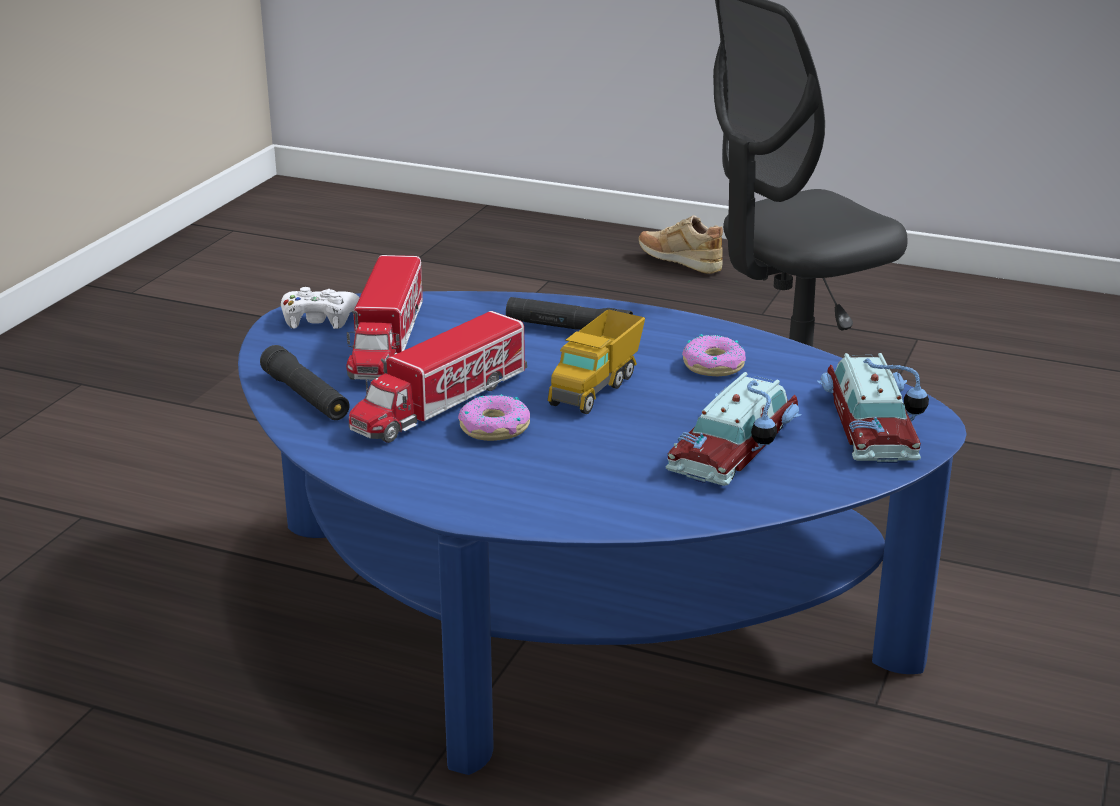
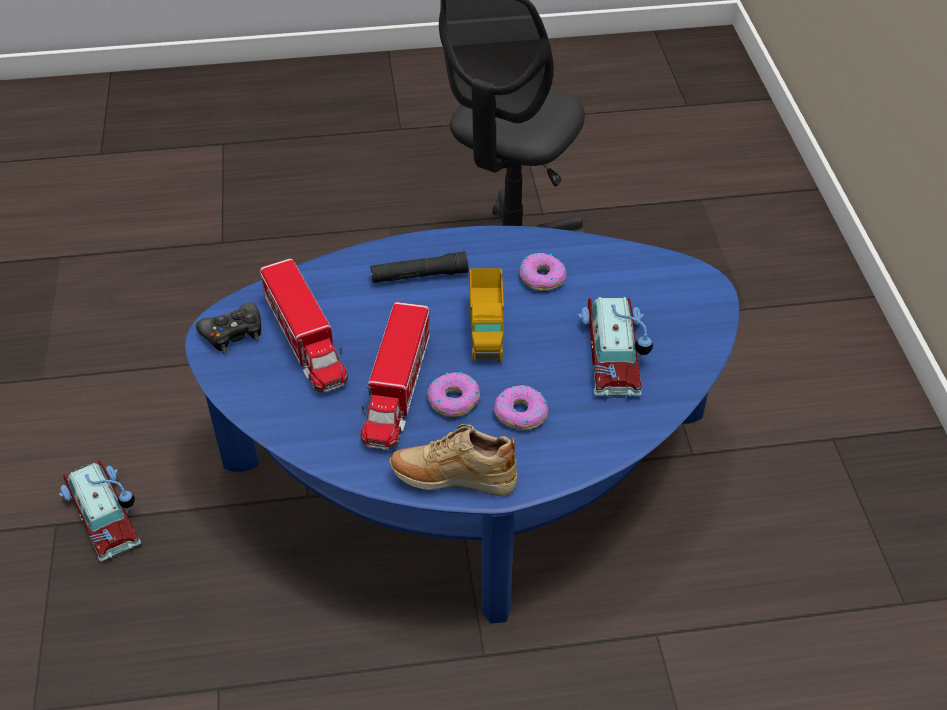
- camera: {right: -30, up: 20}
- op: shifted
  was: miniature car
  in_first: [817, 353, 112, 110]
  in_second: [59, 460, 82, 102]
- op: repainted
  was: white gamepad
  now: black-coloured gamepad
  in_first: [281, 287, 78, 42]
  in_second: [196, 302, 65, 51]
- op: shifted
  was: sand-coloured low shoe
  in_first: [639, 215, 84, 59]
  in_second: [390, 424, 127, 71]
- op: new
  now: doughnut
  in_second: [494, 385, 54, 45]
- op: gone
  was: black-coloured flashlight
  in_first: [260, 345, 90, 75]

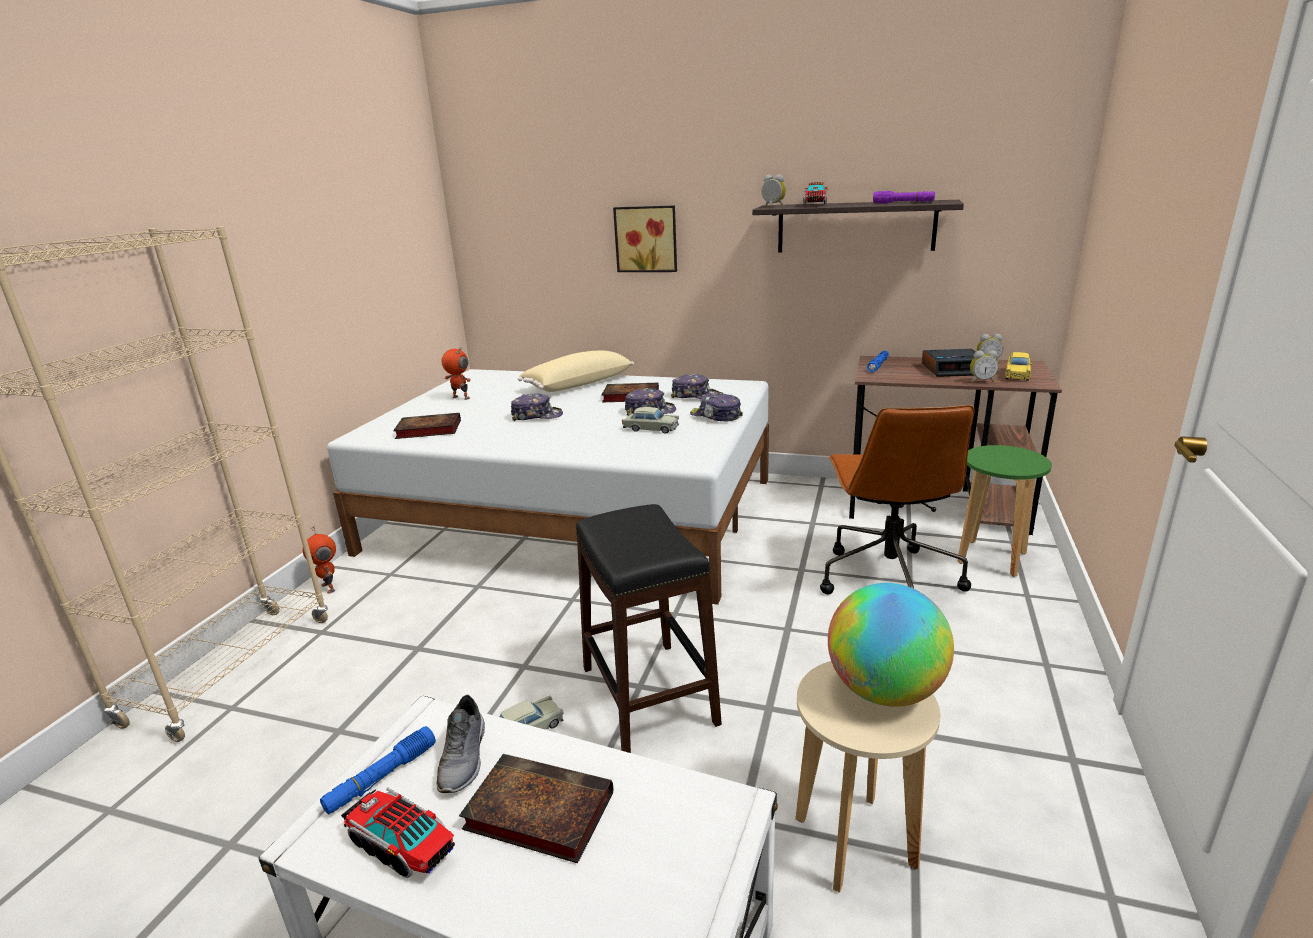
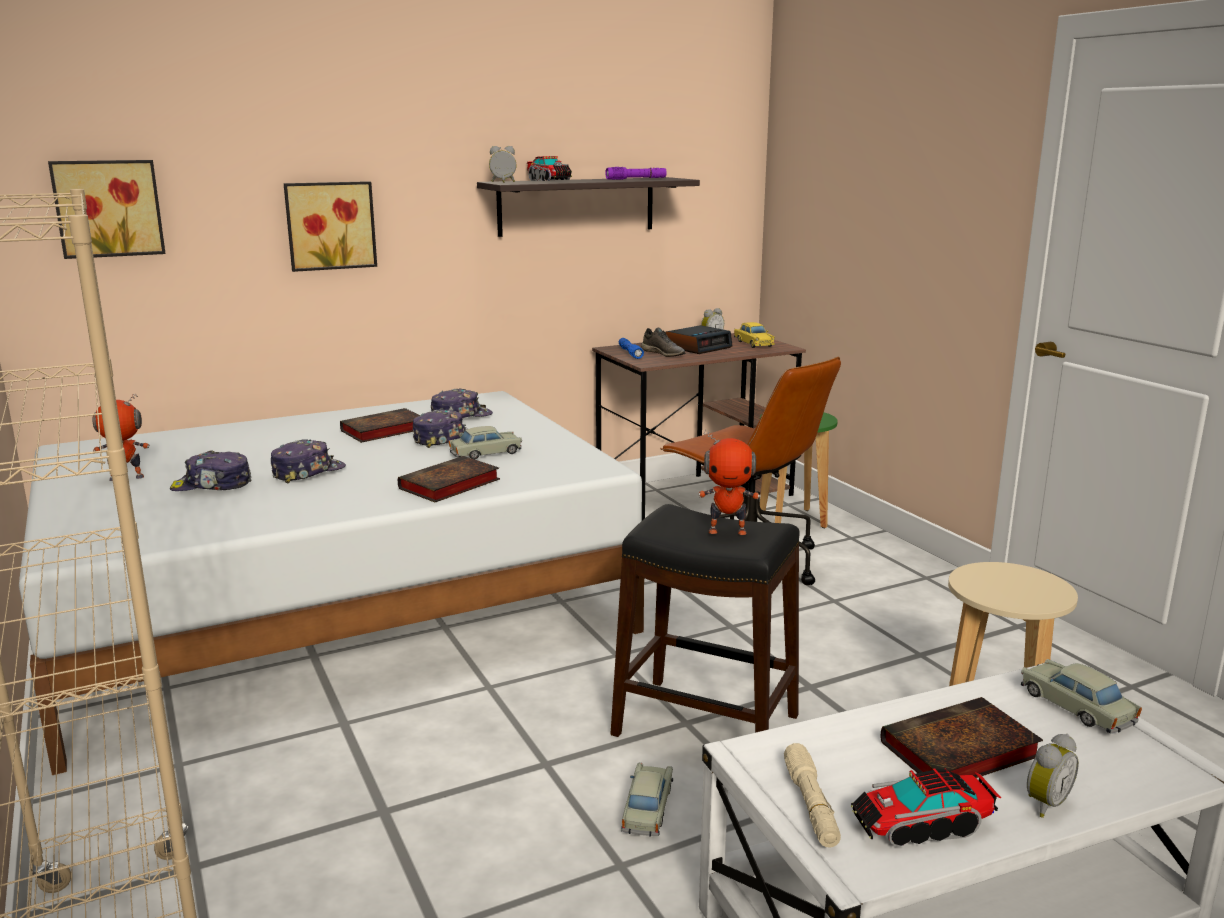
- camera: {right: -45, up: -5}
- op: new
  now: wall art
  in_second: [48, 160, 118, 99]
- op: shifted
  was: cap
  in_first: [690, 392, 53, 29]
  in_second: [170, 450, 81, 41]
- op: shifted
  was: book
  in_first: [393, 413, 68, 26]
  in_second: [398, 456, 102, 46]
- op: shifted
  was: grey low shoe
  in_first: [437, 695, 48, 98]
  in_second: [641, 328, 45, 29]
- op: shifted
  was: robot figure
  in_first: [303, 527, 33, 66]
  in_second: [698, 429, 62, 106]
- op: repainted
  was: blue-coloured flashlight
  now: sand-coloured flashlight
  in_first: [320, 726, 116, 88]
  in_second: [784, 743, 57, 104]
- op: new
  now: sand-coloured miniature car
  in_second: [1021, 659, 121, 75]
- op: shifted
  was: alarm clock
  in_first: [970, 350, 29, 32]
  in_second: [1027, 734, 52, 84]
- op: gone
  was: sand-coloured cushion
  in_first: [518, 350, 116, 42]
- op: gone
  was: globe
  in_first: [828, 583, 126, 124]

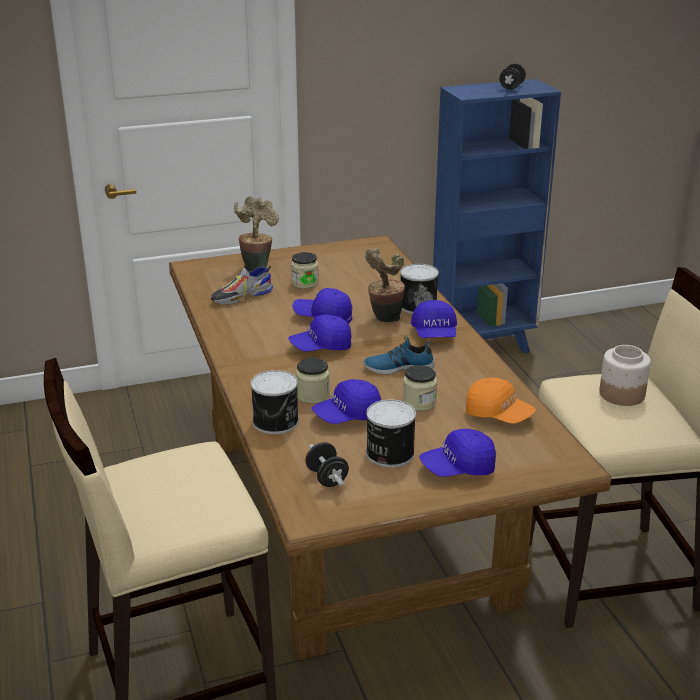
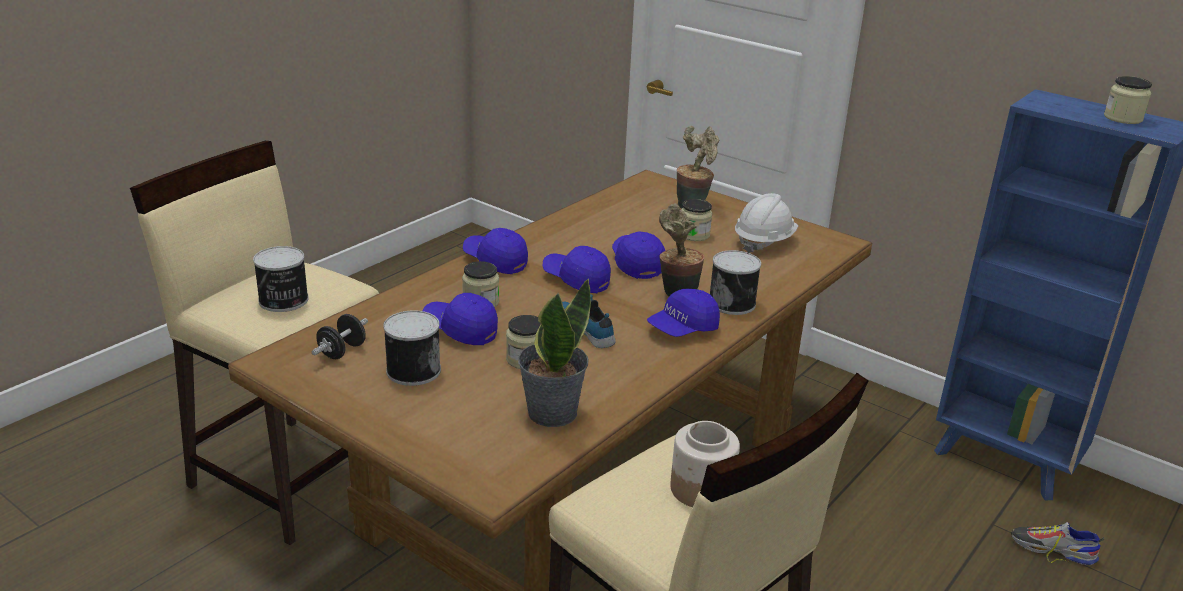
- camera: {right: 55, up: 0}
- op: shifted
  was: metal can
  in_first: [251, 370, 48, 64]
  in_second: [253, 246, 56, 66]
- op: shifted
  was: blue-coloured cap
  in_first: [419, 429, 77, 48]
  in_second: [463, 228, 65, 46]
- op: swapped
  was: orange-coloured cap
  now: plant in a pot
  in_first: [466, 378, 70, 46]
  in_second: [518, 278, 73, 149]
- op: new
  now: white work helmet
  in_second: [735, 193, 63, 60]
- op: shifted
  was: low shoe
  in_first: [211, 266, 62, 38]
  in_second: [1011, 522, 93, 43]
- op: swapped
  was: black-coloured dumbbell
  now: preserve jar
  in_first: [500, 63, 26, 27]
  in_second: [1104, 76, 48, 48]

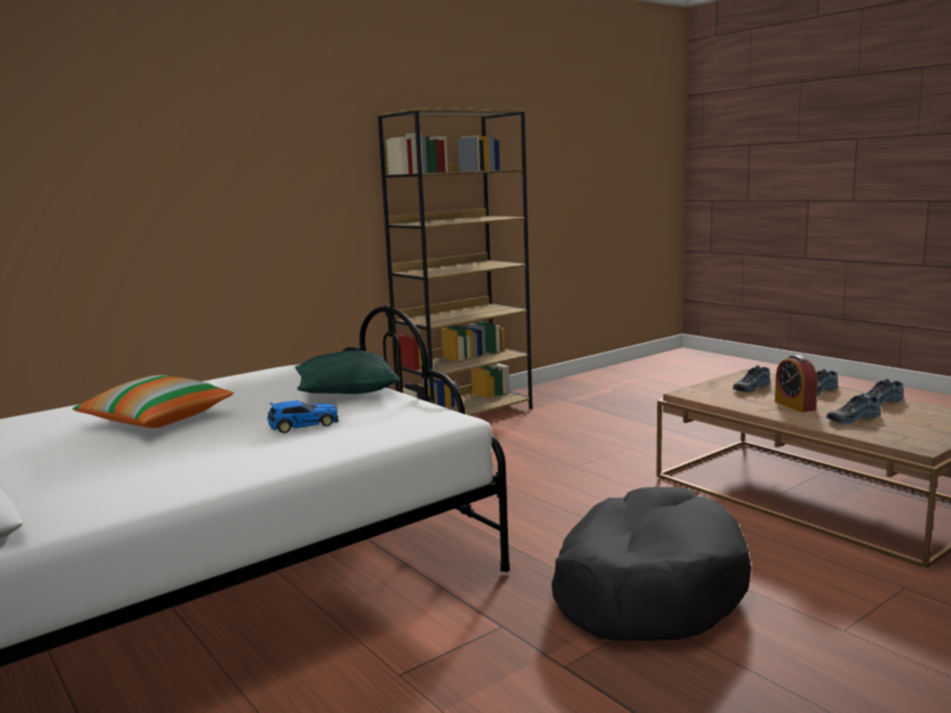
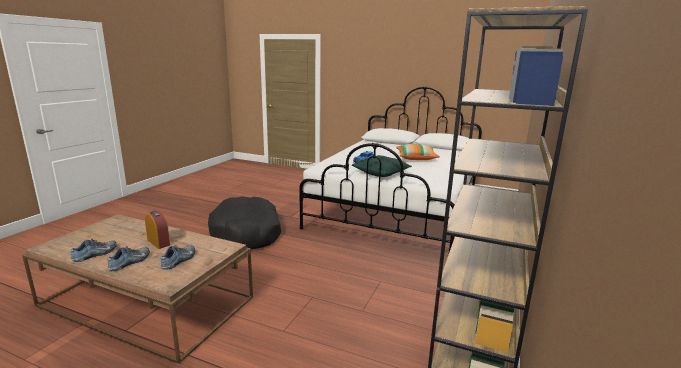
- camera: {right: 150, up: 5}
- op: gone
  was: low shoe
  in_first: [827, 393, 54, 31]

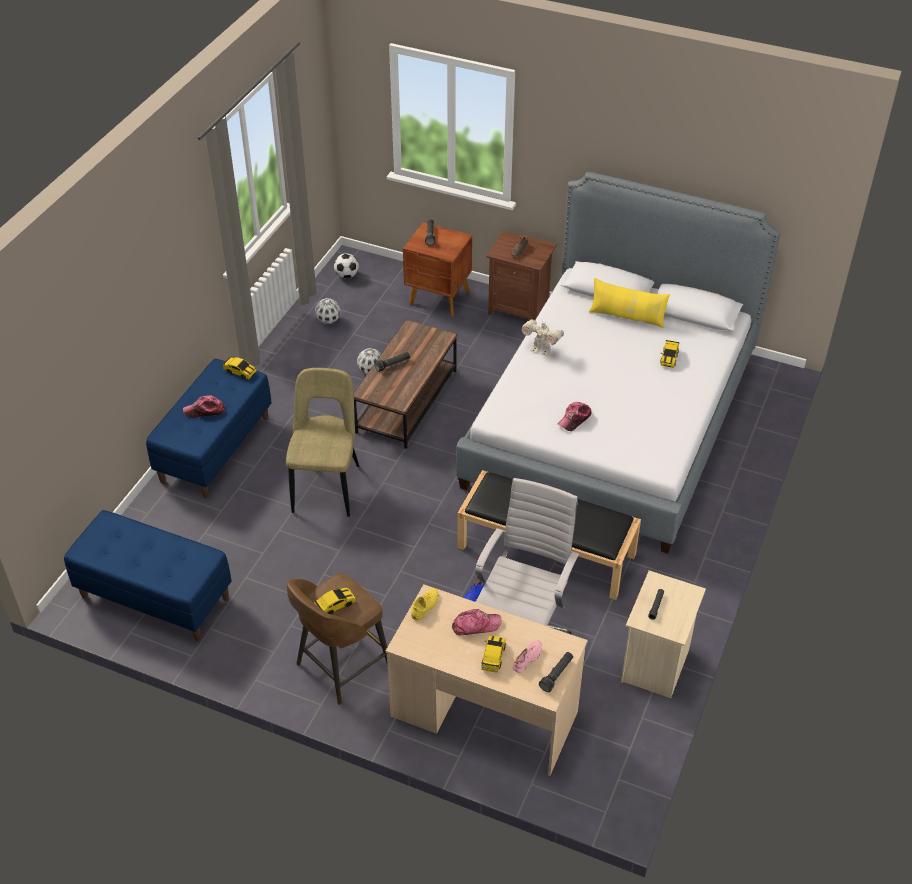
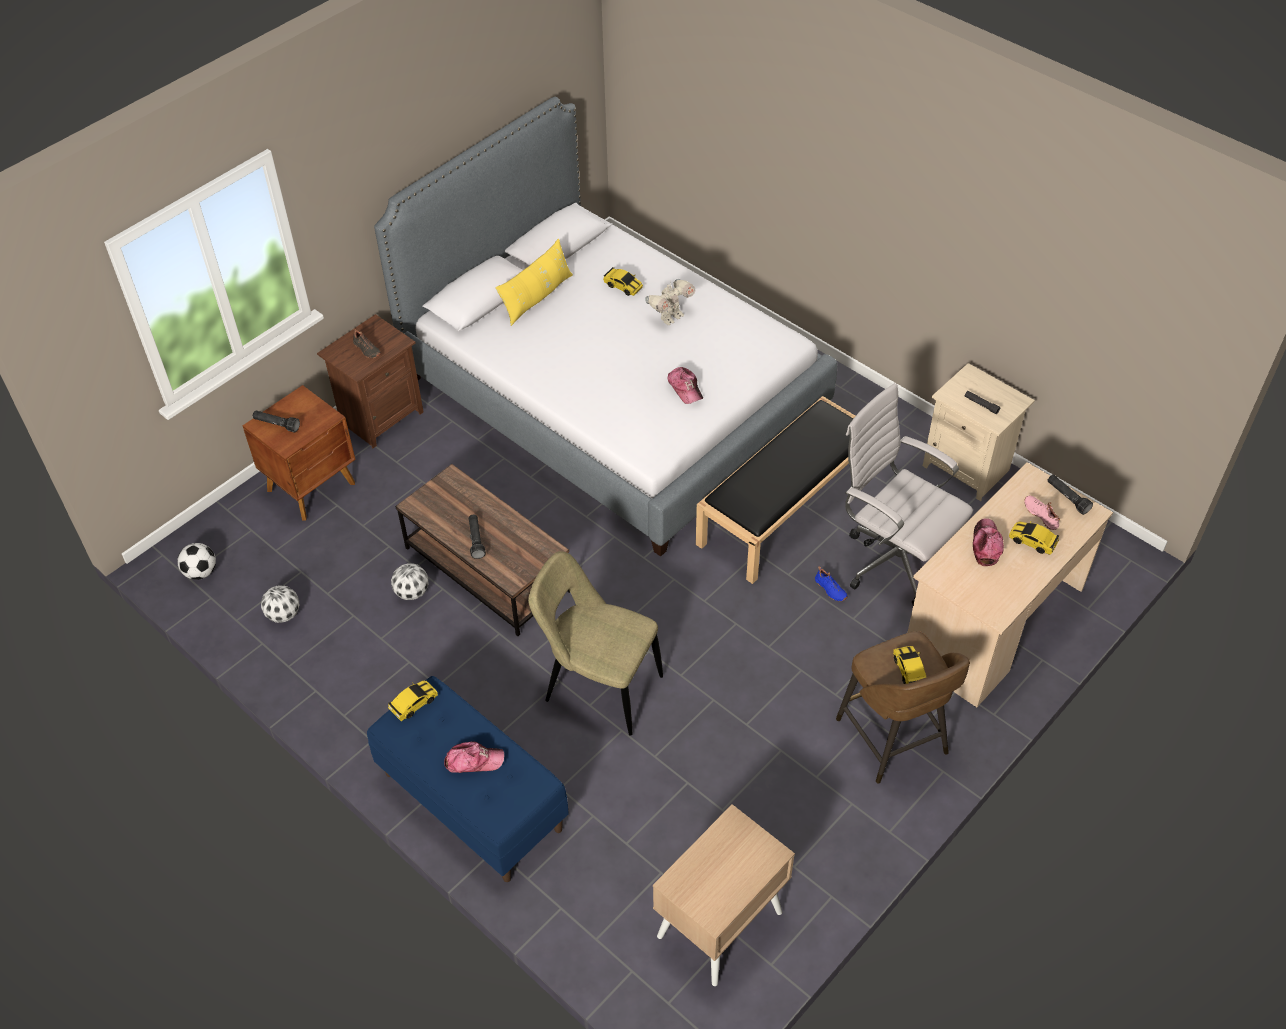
- camera: {right: -70, up: 5}
- op: rotated
  was: cap
  in_first: [183, 395, 42, 23]
  in_second: [444, 742, 60, 31]
  clockwise: -105
- op: shifted
  was: robot figure
  in_first: [522, 319, 42, 37]
  in_second: [645, 279, 50, 46]
- op: swapped
  was: blue-coloured long seat
  now: sand-coloured bedside table
  in_first: [64, 510, 168, 131]
  in_second: [653, 804, 142, 182]
- op: gone
  was: yellow low shoe
  in_first: [411, 588, 28, 33]

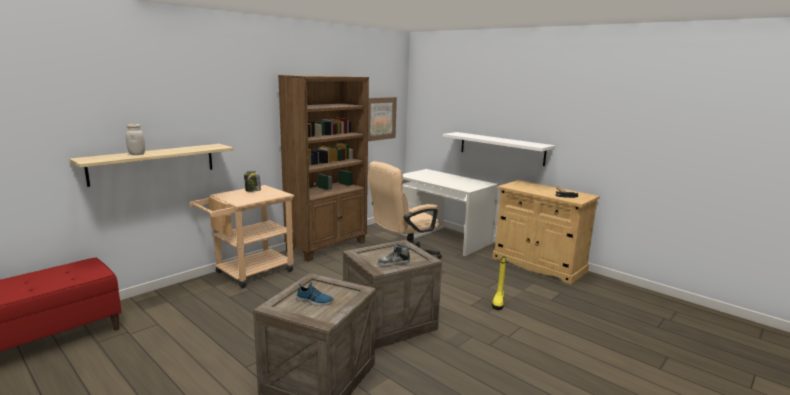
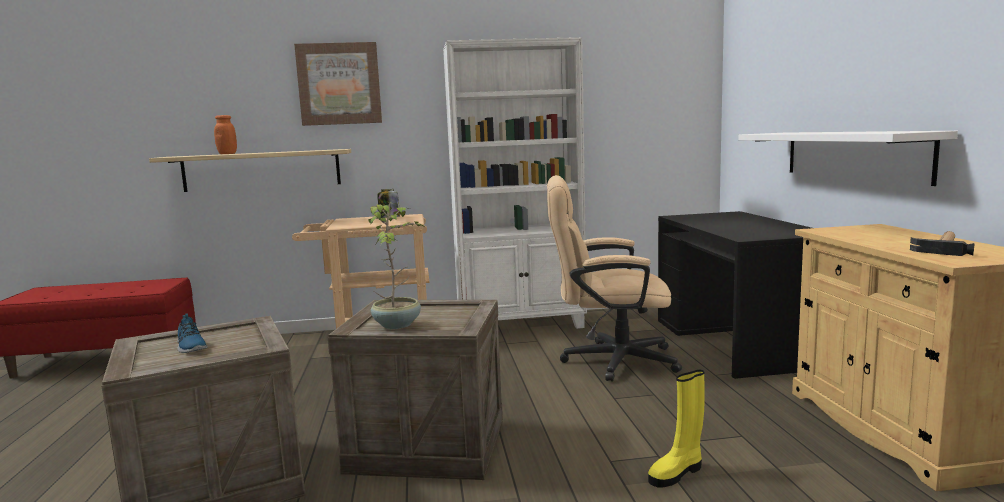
- camera: {right: 40, up: -5}
- op: repainted
  was: white preserve jar
  now: orange-coloured preserve jar
  in_first: [126, 124, 19, 31]
  in_second: [214, 115, 23, 39]
- op: shifted
  was: wall art
  in_first: [368, 97, 29, 44]
  in_second: [294, 42, 88, 84]
- op: swapped
  was: low shoe
  now: plant in a pot
  in_first: [378, 244, 33, 22]
  in_second: [369, 203, 54, 126]
- op: repainted
  was: brownish shelving unit
  now: white shelving unit
  in_first: [278, 75, 91, 187]
  in_second: [443, 37, 144, 292]
- op: repainted
  was: white desk unit
  now: black-coloured desk unit
  in_first: [399, 169, 99, 87]
  in_second: [658, 211, 153, 168]

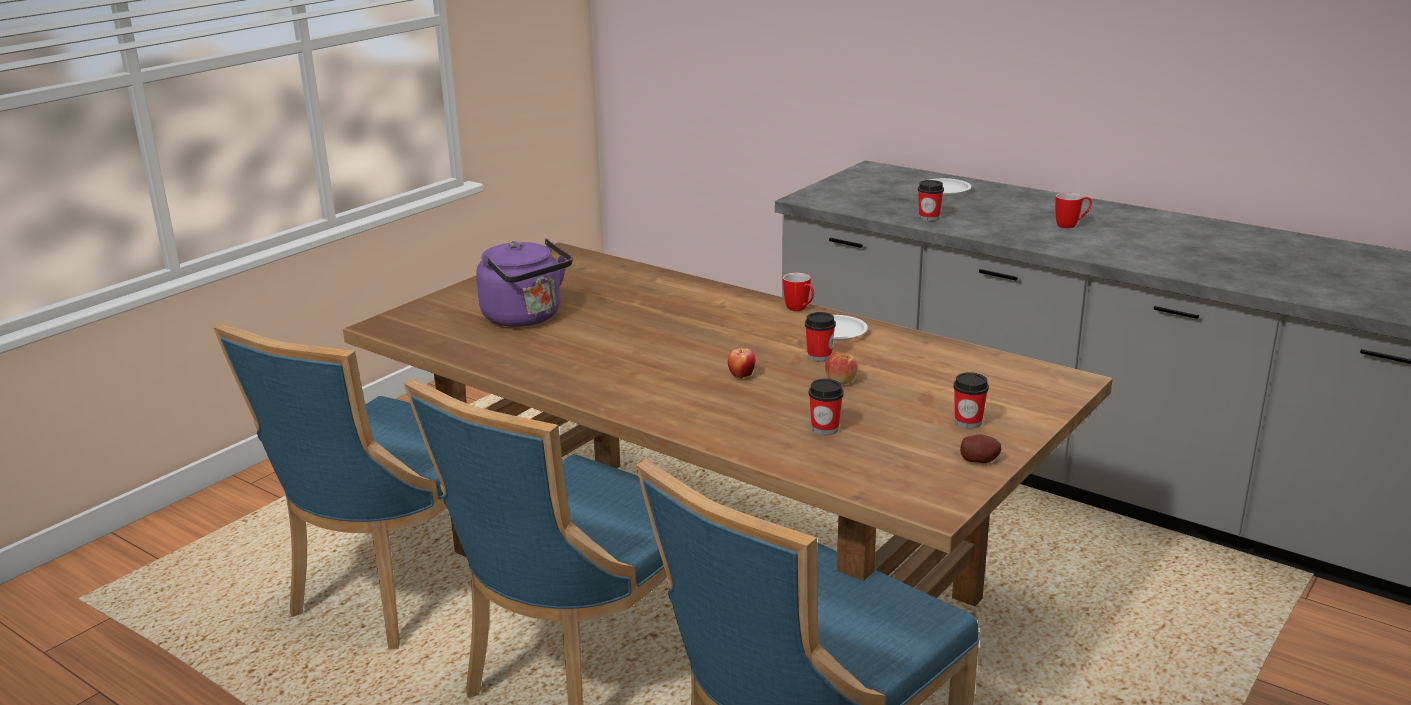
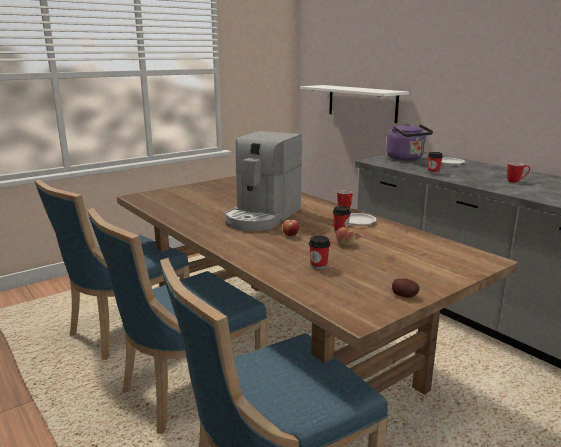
- camera: {right: 15, up: -5}
- op: new
  now: coffee maker
  in_second: [225, 131, 77, 100]
- op: new
  now: white bracket shelf
  in_second: [300, 85, 109, 38]
- op: shifted
  was: purple kettle
  in_first: [476, 238, 97, 89]
  in_second: [386, 123, 47, 38]
- op: gone
  was: drinking cup
  in_first: [953, 372, 36, 57]

